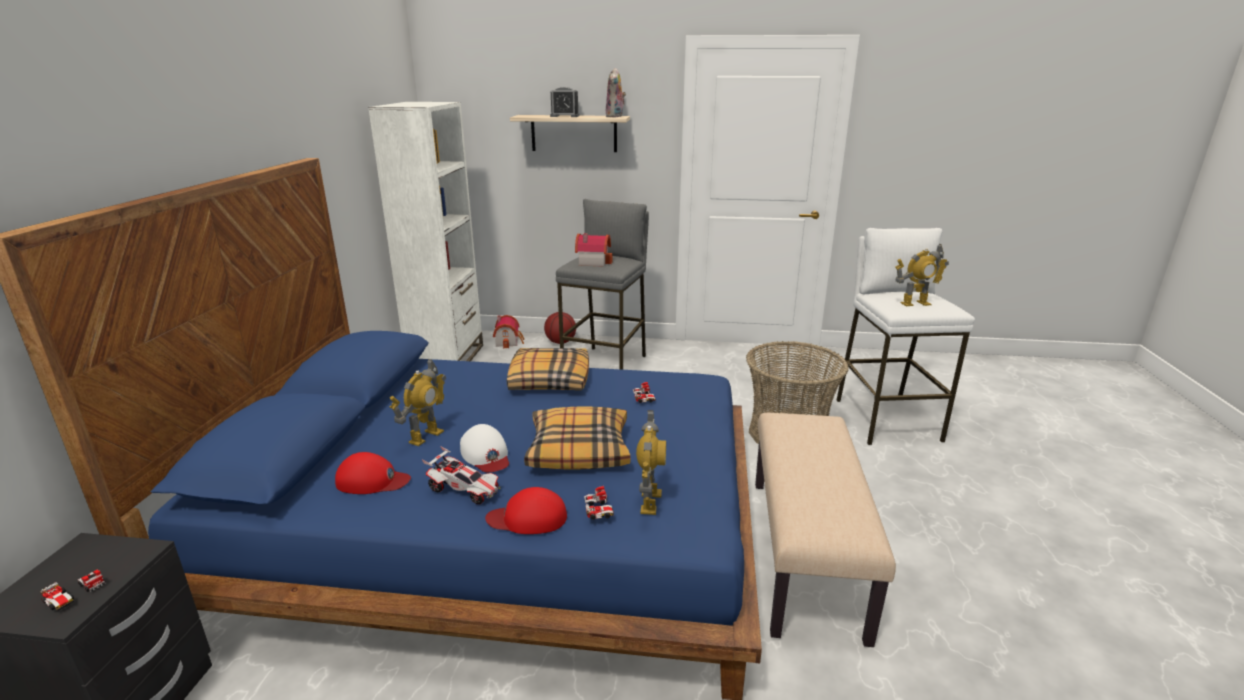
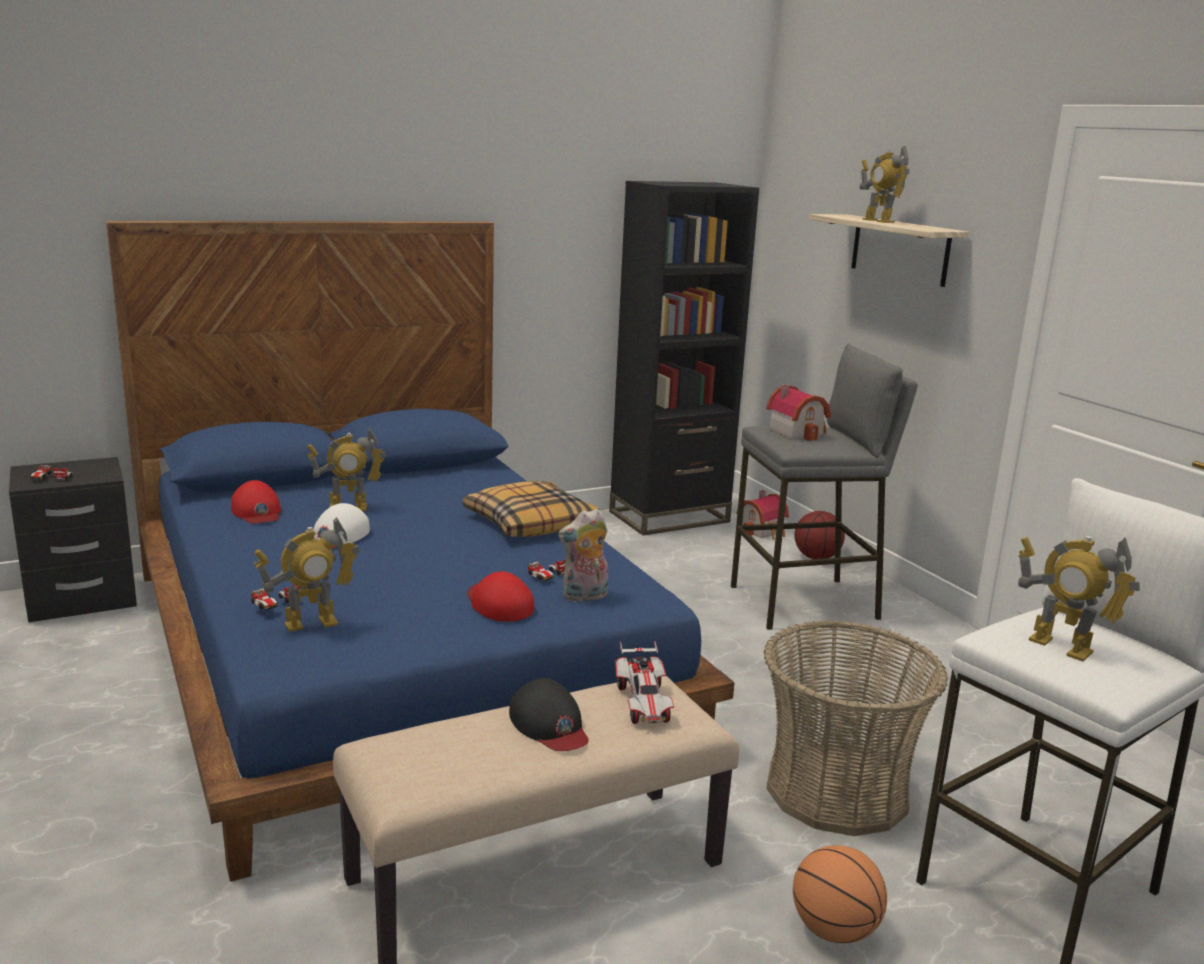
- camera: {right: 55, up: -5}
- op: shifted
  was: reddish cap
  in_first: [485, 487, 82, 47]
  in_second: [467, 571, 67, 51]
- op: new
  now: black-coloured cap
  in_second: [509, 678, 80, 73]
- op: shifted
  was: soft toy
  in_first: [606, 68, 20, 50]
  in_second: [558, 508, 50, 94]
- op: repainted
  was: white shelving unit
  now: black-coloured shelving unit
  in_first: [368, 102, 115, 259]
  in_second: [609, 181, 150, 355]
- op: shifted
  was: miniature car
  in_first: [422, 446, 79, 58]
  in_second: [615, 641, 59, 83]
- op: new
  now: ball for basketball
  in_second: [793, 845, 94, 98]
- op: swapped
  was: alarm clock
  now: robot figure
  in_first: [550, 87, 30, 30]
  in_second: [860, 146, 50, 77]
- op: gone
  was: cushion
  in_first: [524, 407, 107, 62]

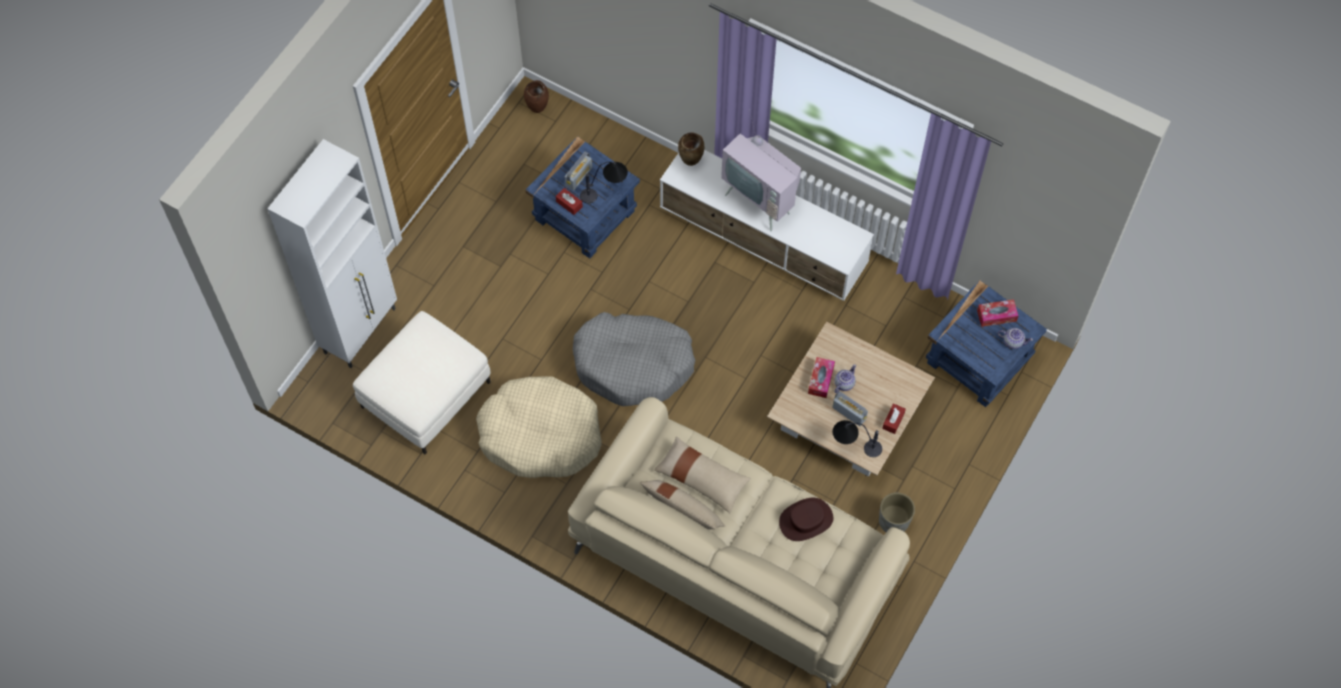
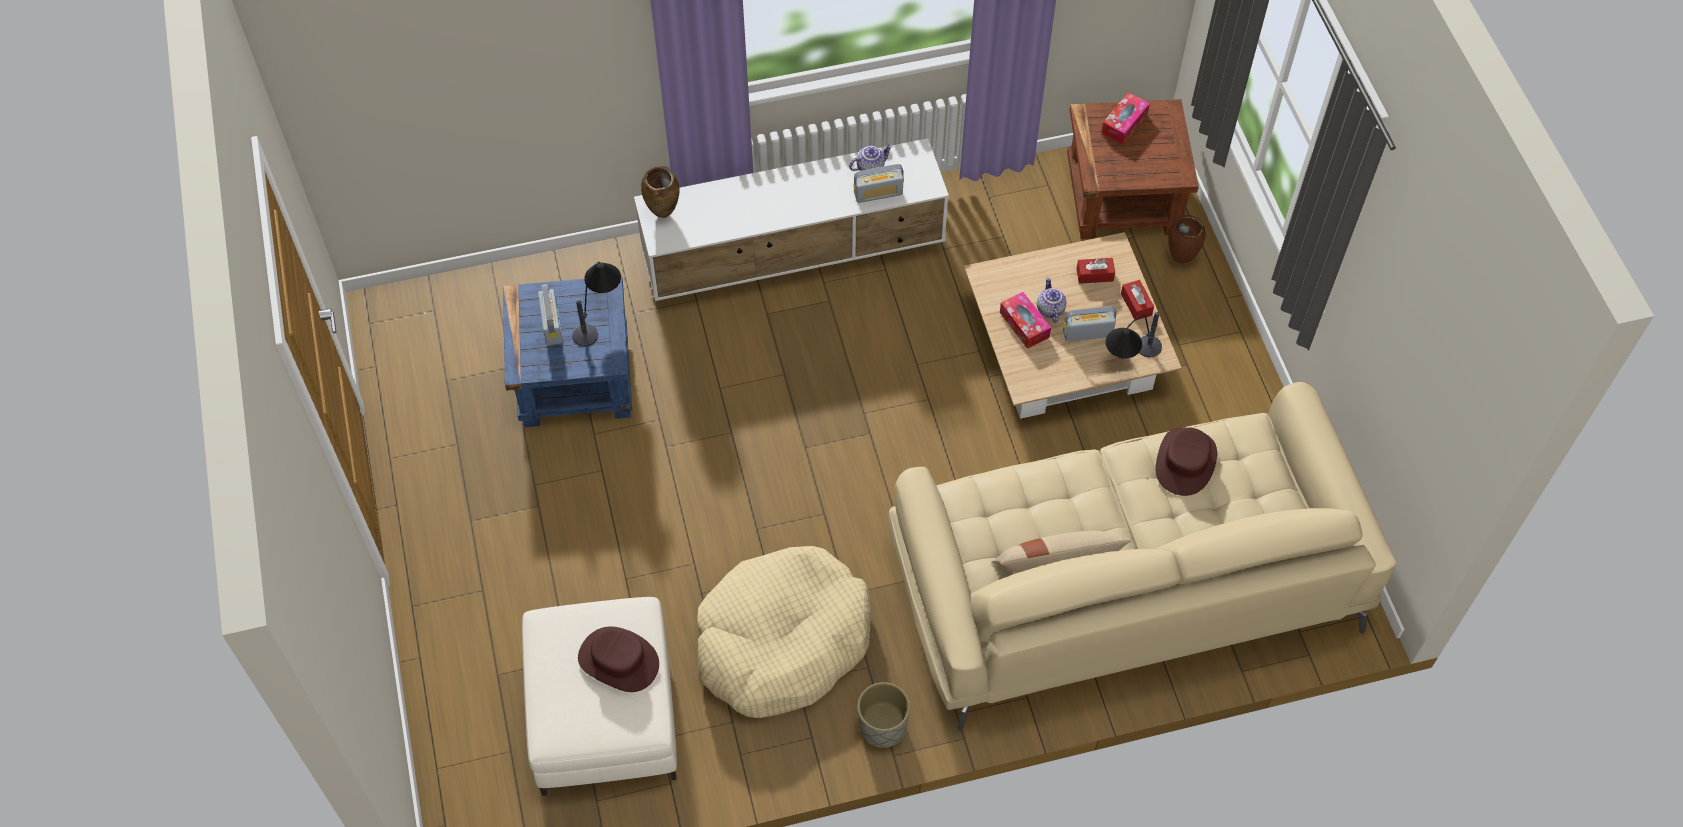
- camera: {right: -45, up: -5}
- op: new
  now: brownish clothing hat
  in_second: [578, 626, 81, 66]
- op: shifted
  was: teapot
  in_first: [998, 328, 35, 21]
  in_second: [849, 145, 44, 26]
- op: new
  now: radio set
  in_second: [854, 164, 50, 39]
- op: shifted
  was: grey planter
  in_first: [879, 493, 36, 39]
  in_second: [857, 682, 53, 66]
- op: repainted
  was: blue-coloured side table
  now: brownish side table
  in_first: [926, 280, 121, 127]
  in_second: [1067, 99, 132, 140]
- op: shifted
  was: reddish tissue box
  in_first: [556, 188, 27, 27]
  in_second: [1076, 258, 39, 26]
- op: shifted
  was: brownish vase
  in_first: [524, 80, 25, 33]
  in_second: [1168, 215, 38, 49]
- op: gone
  was: white storage cabinet
  in_first: [268, 139, 129, 229]
- op: gone
  was: grey pet bed
  in_first: [573, 312, 122, 94]
- op: gone
  was: sand-coloured cushion
  in_first: [654, 436, 97, 77]
- op: gone
  was: television
  in_first: [721, 109, 80, 123]

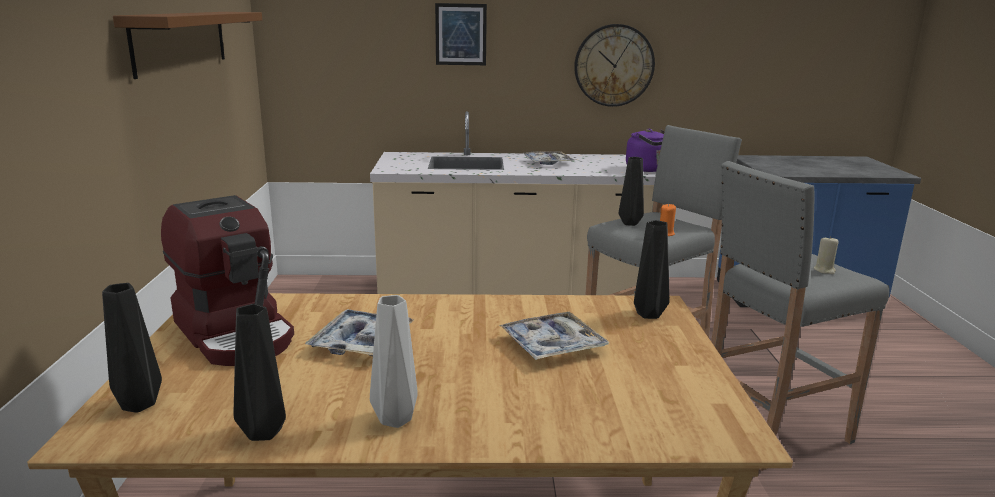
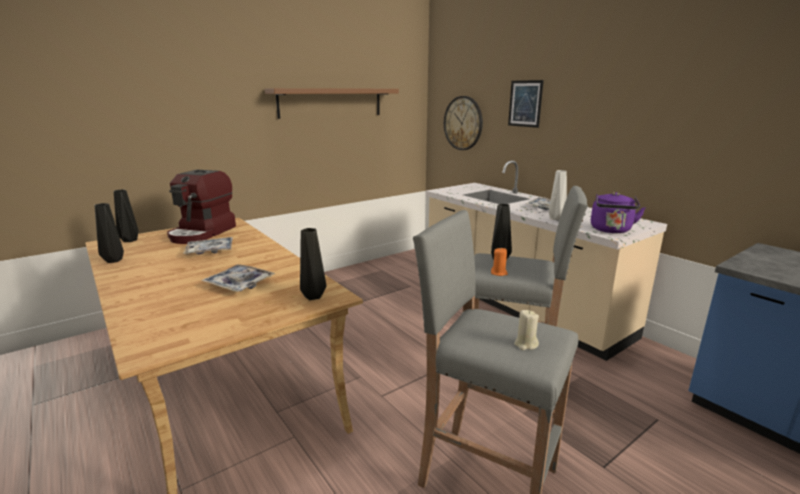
- camera: {right: 55, up: 0}
- op: shifted
  was: hanging clock
  in_first: [574, 24, 81, 83]
  in_second: [444, 96, 39, 54]
- op: shifted
  was: grey vase
  in_first: [370, 295, 48, 133]
  in_second: [549, 170, 18, 50]

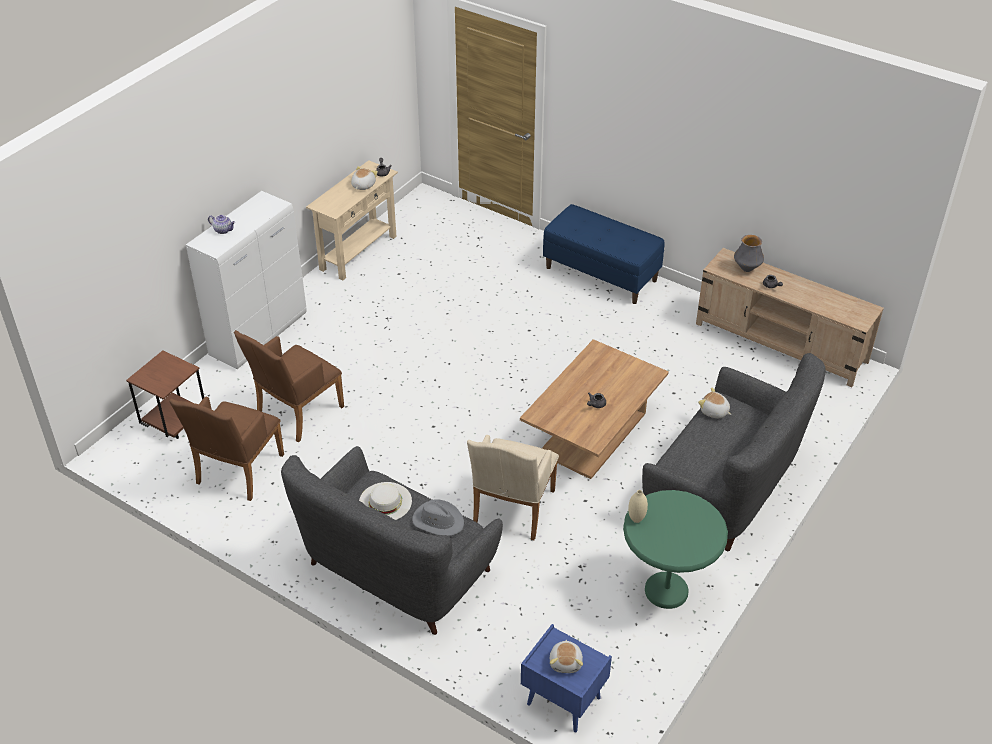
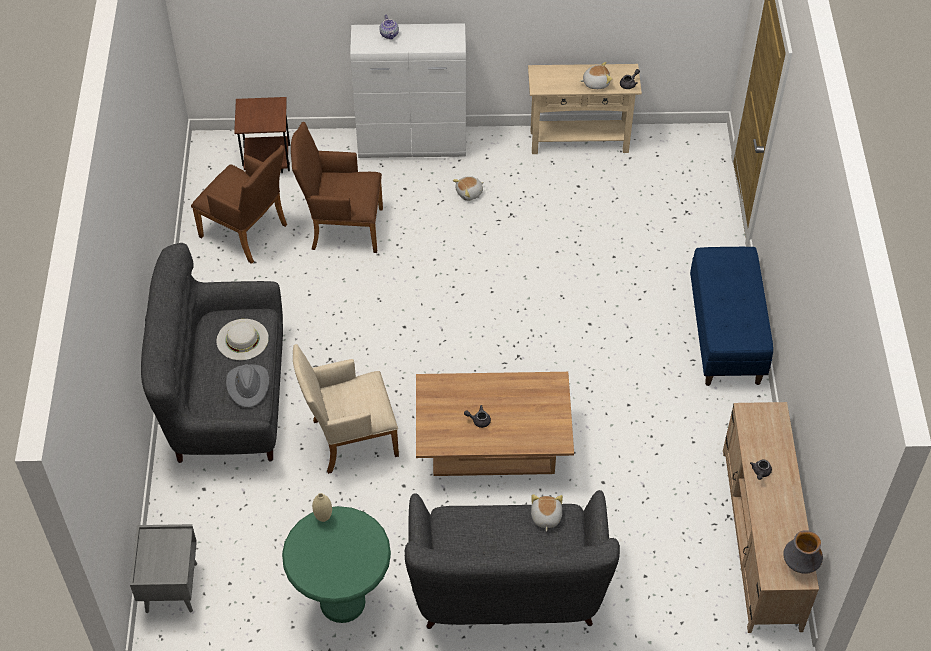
- camera: {right: 55, up: 10}
- op: repainted
  was: blue-coloured bedside table
  now: grey bedside table
  in_first: [521, 624, 91, 108]
  in_second: [130, 524, 67, 89]
- op: rotated
  was: brownish lounge chair
  in_first: [169, 397, 115, 104]
  in_second: [191, 145, 96, 119]
  clockwise: -135
- op: shifted
  was: soft toy
  in_first: [550, 640, 33, 33]
  in_second: [453, 176, 31, 25]
- op: shifted
  was: vase
  in_first: [734, 235, 30, 37]
  in_second: [783, 530, 40, 44]

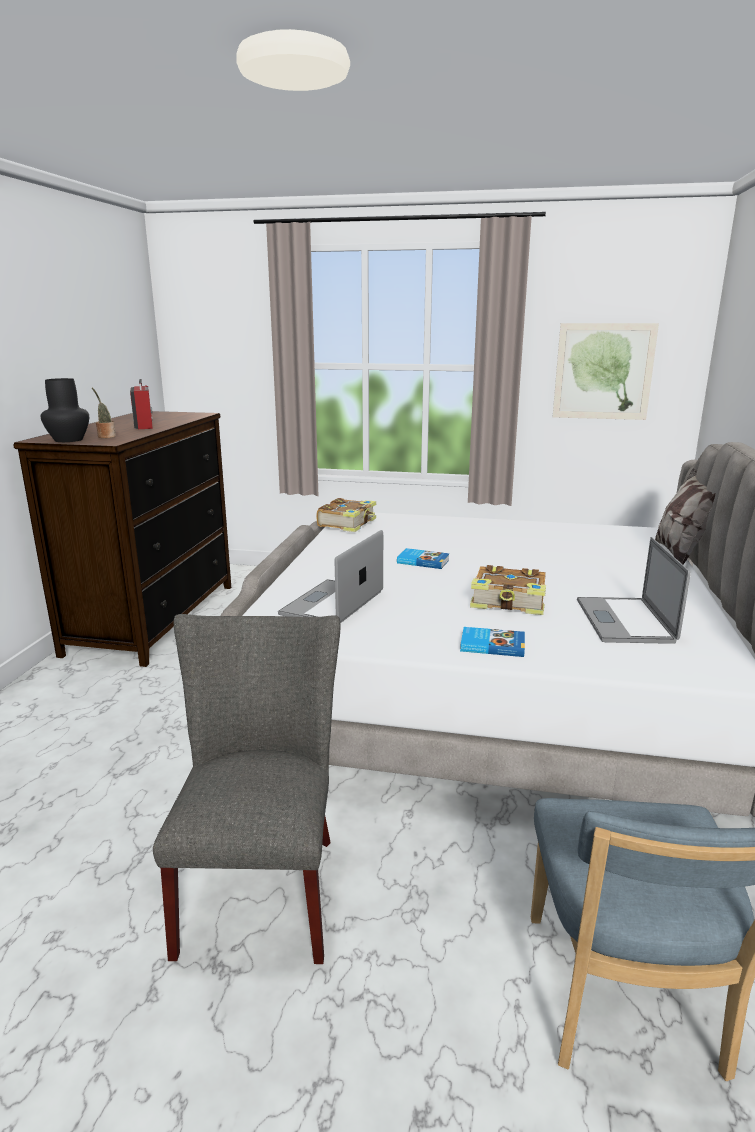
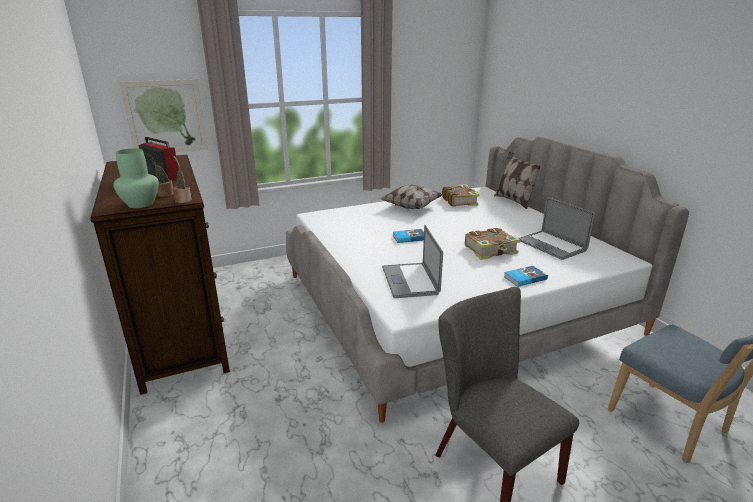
- camera: {right: -35, up: 5}
- op: repainted
  was: black-coloured vase
  now: green vase
  in_first: [41, 378, 48, 64]
  in_second: [113, 148, 46, 60]
- op: shifted
  was: wall art
  in_first: [553, 323, 106, 97]
  in_second: [119, 79, 89, 73]
- op: new
  now: plant in a pot
  in_second: [172, 156, 20, 47]
- op: new
  now: cushion
  in_second: [379, 184, 64, 25]
- op: shifted
  was: book
  in_first: [316, 498, 60, 34]
  in_second: [442, 184, 38, 23]

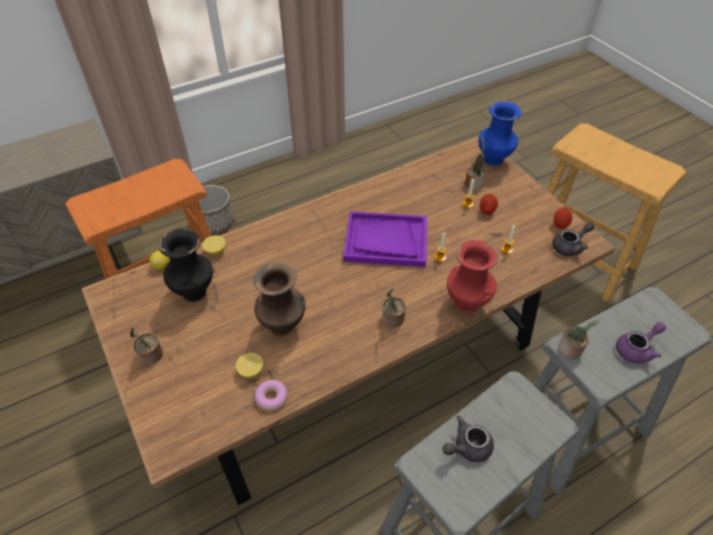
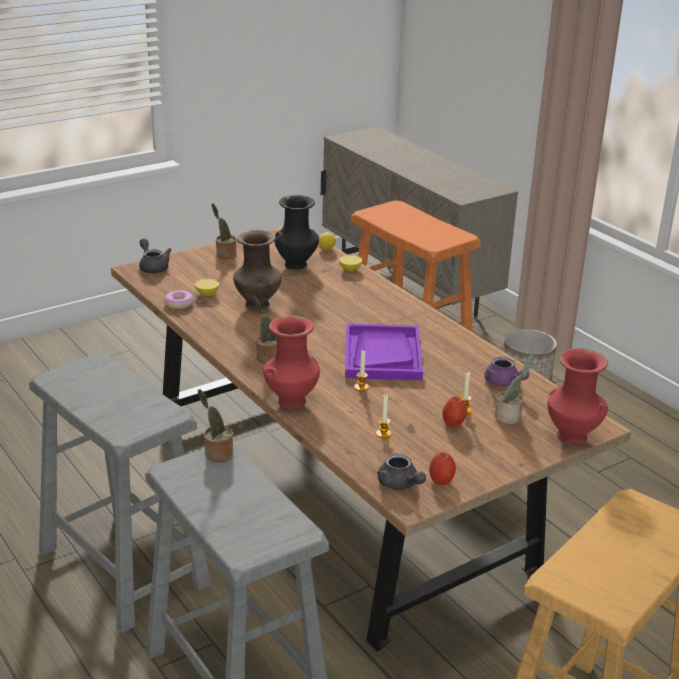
- camera: {right: 85, up: -20}
- op: shifted
  was: grey teapot
  in_first: [442, 416, 52, 46]
  in_second: [139, 238, 33, 35]
- op: shifted
  was: purple teapot
  in_first: [616, 322, 50, 41]
  in_second: [484, 357, 45, 30]
- op: repainted
  was: blue-coloured vase
  now: reddish vase
  in_first: [478, 101, 43, 65]
  in_second: [548, 349, 60, 95]

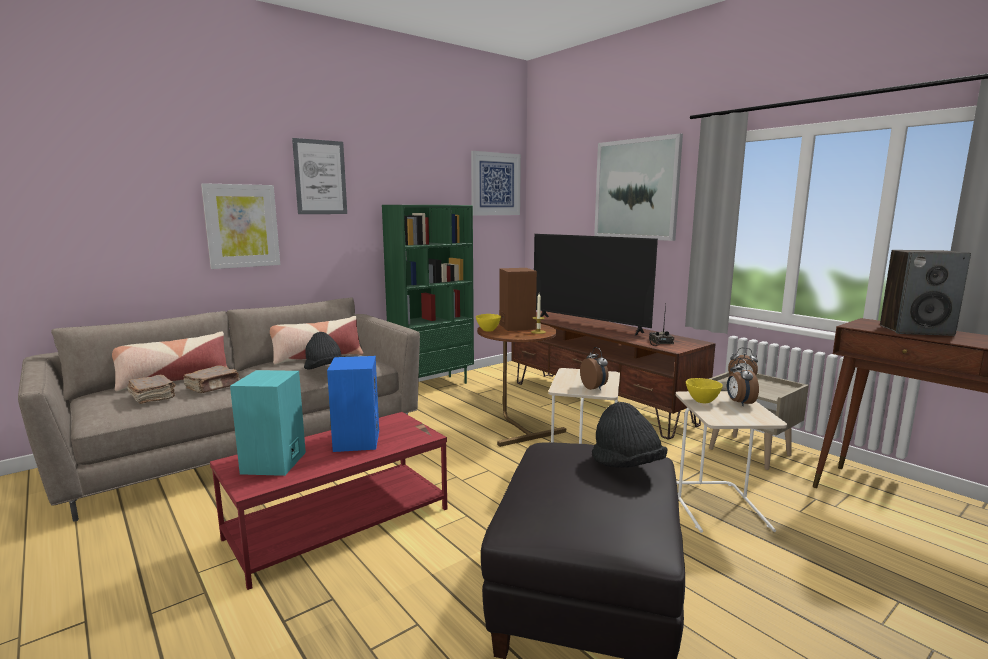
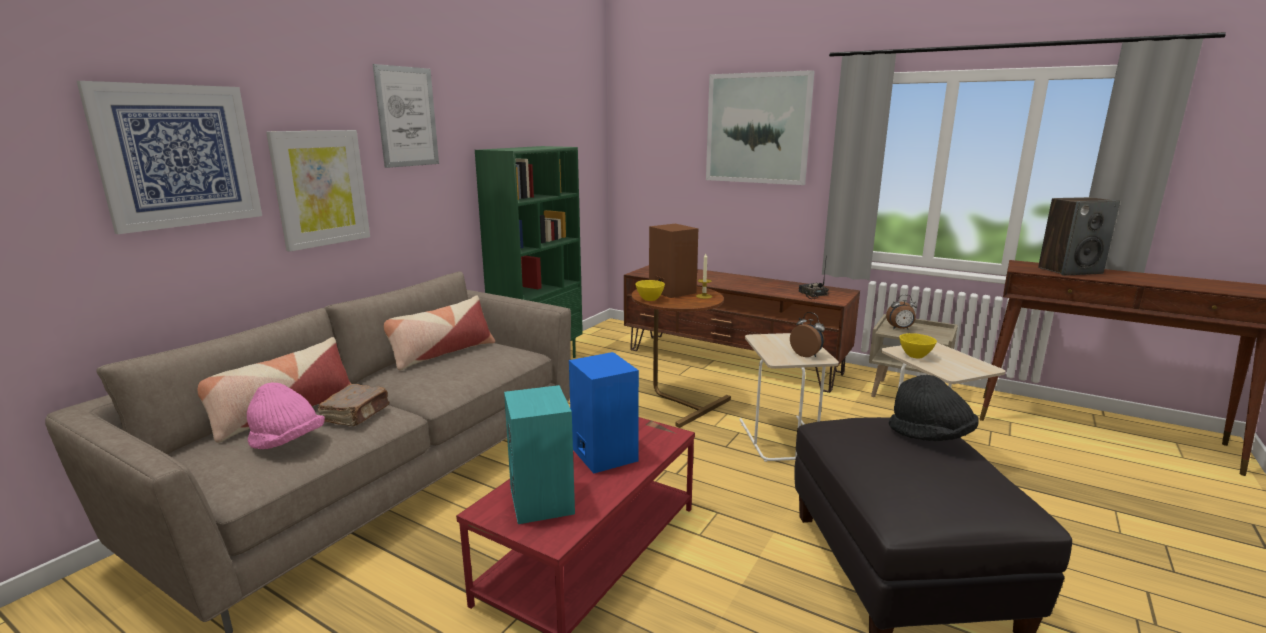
- camera: {right: -20, up: 5}
- op: shifted
  was: wall art
  in_first: [471, 151, 50, 65]
  in_second: [77, 81, 185, 153]
- op: swapped
  was: brownish book
  now: pinkish clothing hat
  in_first: [127, 374, 49, 30]
  in_second: [247, 382, 78, 67]
- op: gone
  was: black-coloured clothing hat
  in_first: [304, 332, 40, 38]
- op: gone
  was: television
  in_first: [534, 234, 124, 102]
- op: gone
  was: alarm clock
  in_first: [727, 359, 32, 47]

